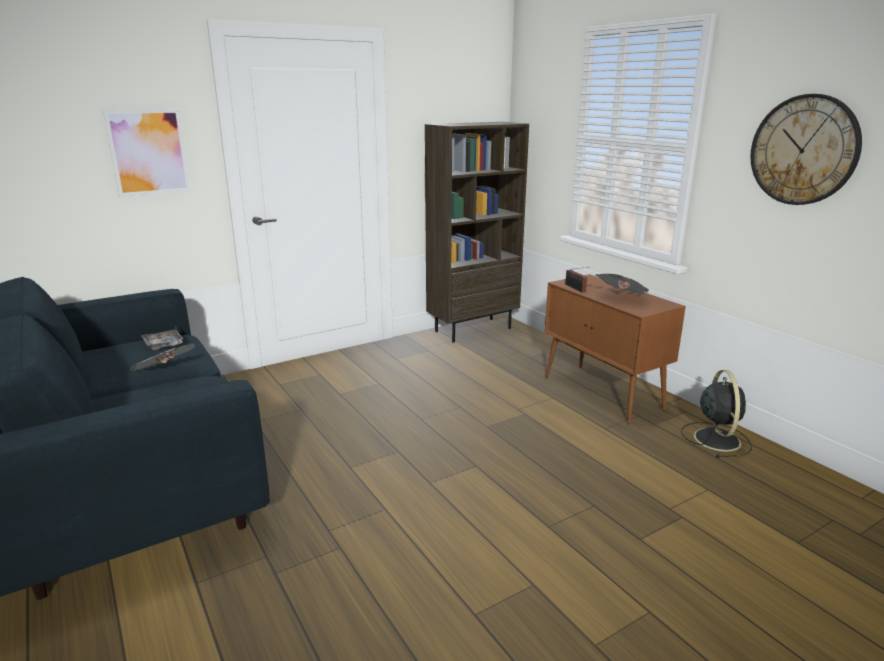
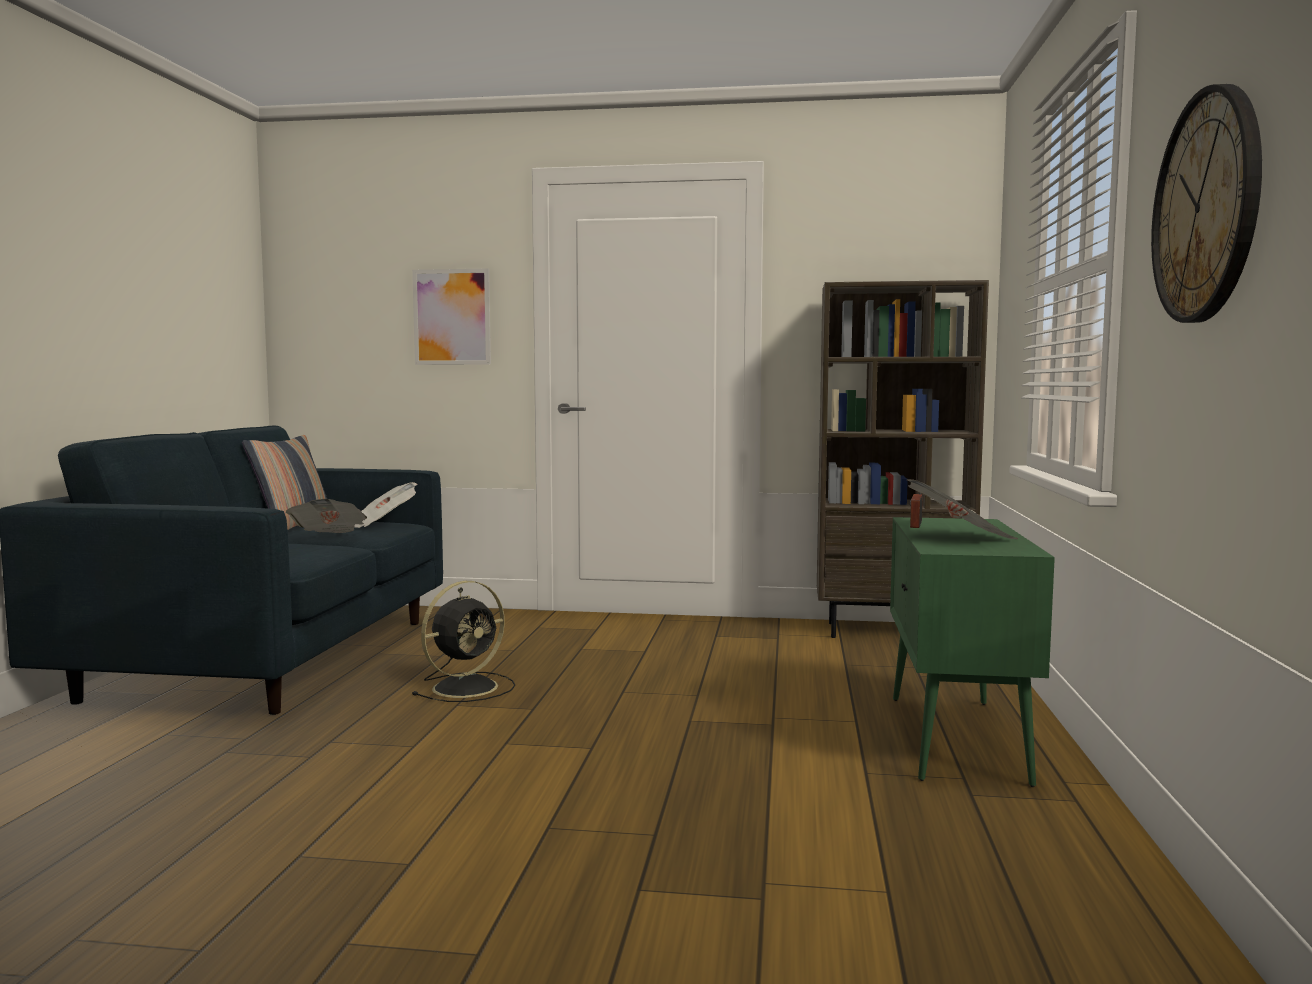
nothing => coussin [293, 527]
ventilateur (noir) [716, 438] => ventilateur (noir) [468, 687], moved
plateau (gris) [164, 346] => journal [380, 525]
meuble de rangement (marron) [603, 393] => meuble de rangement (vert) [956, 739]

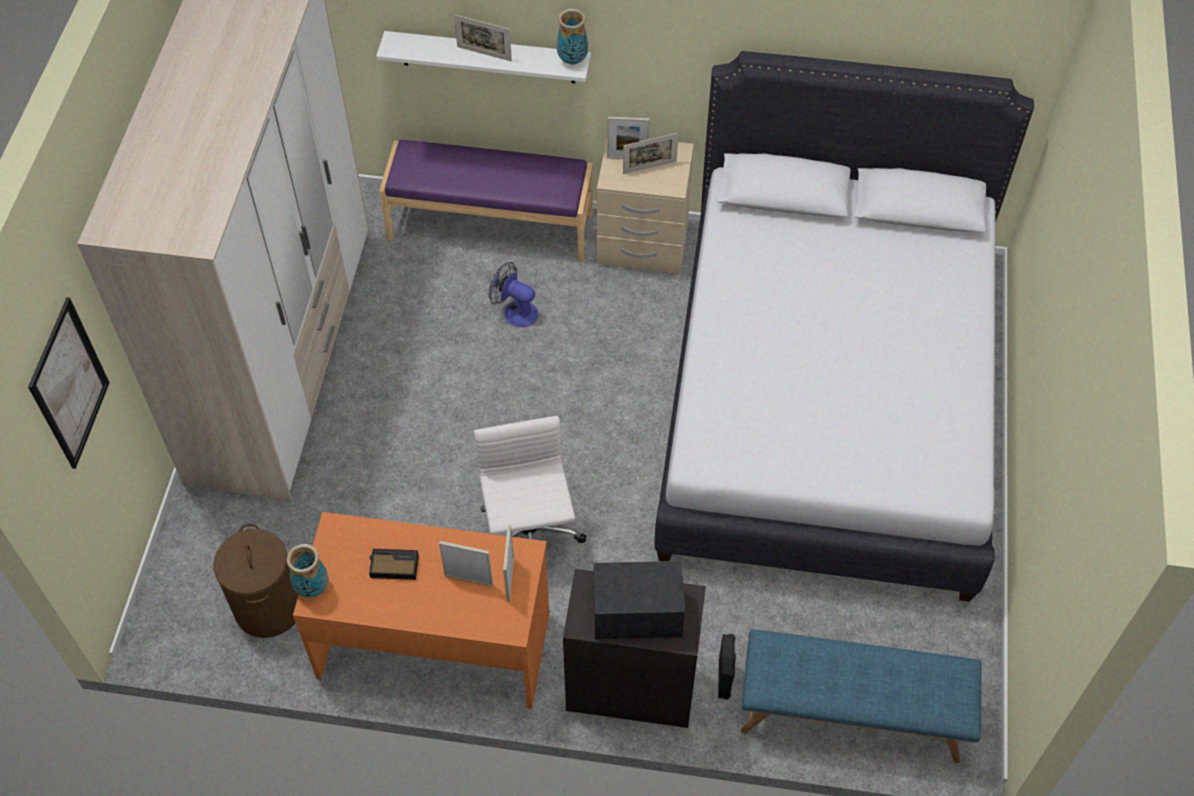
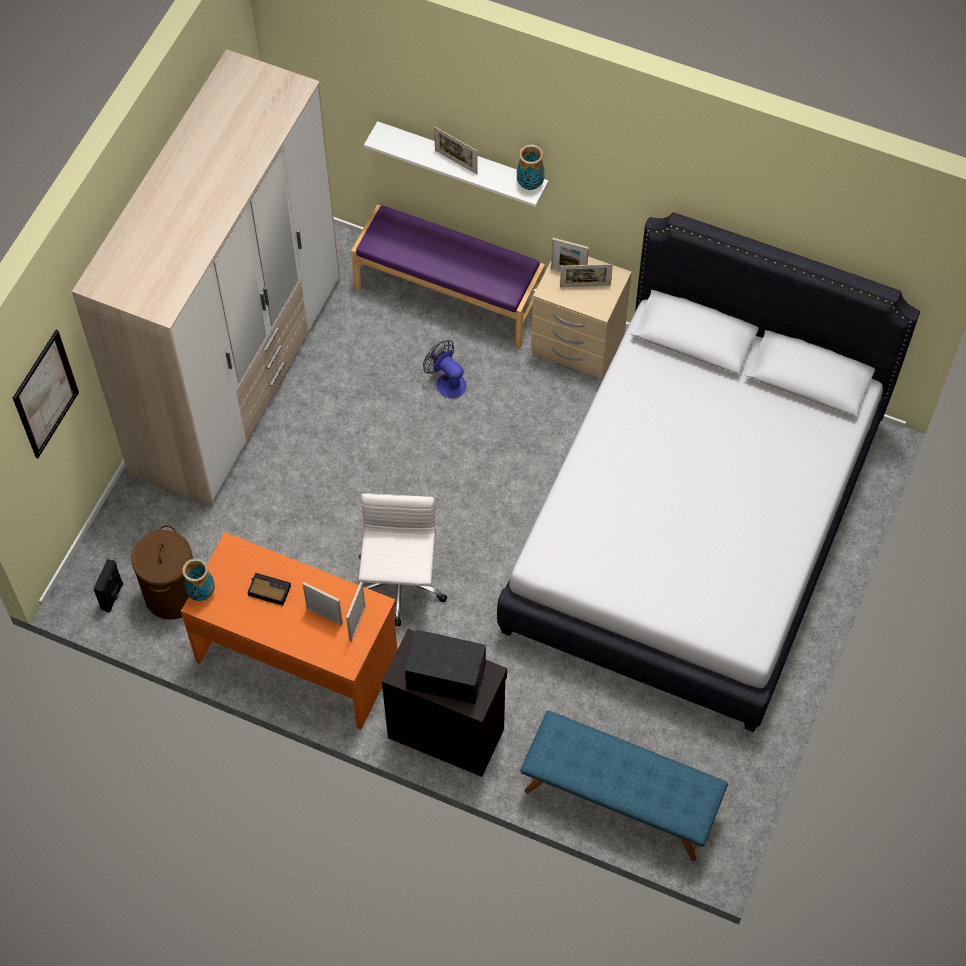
enceinte (noir) [725, 679] => enceinte (noir) [113, 596], moved

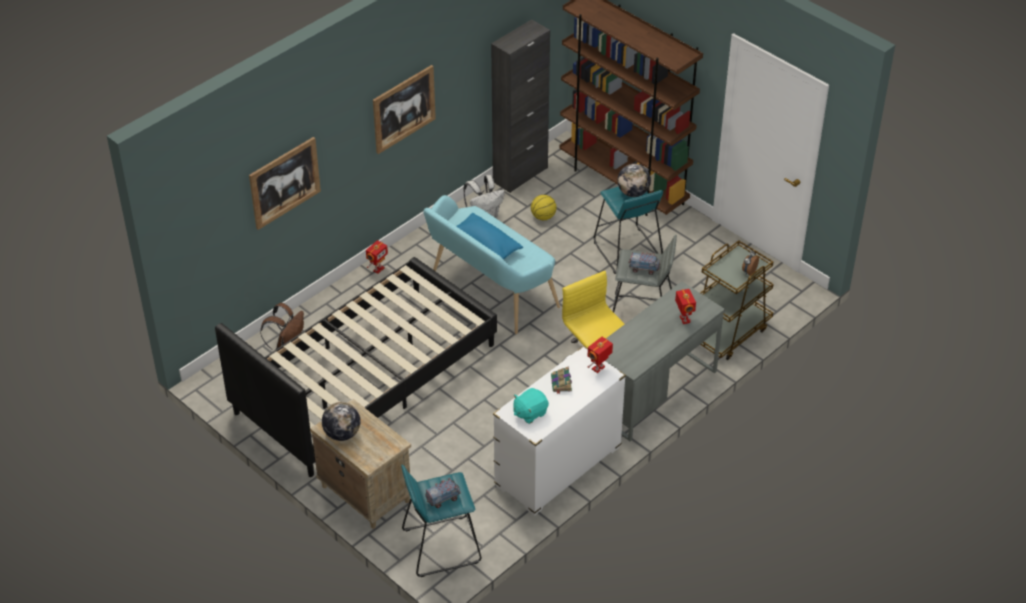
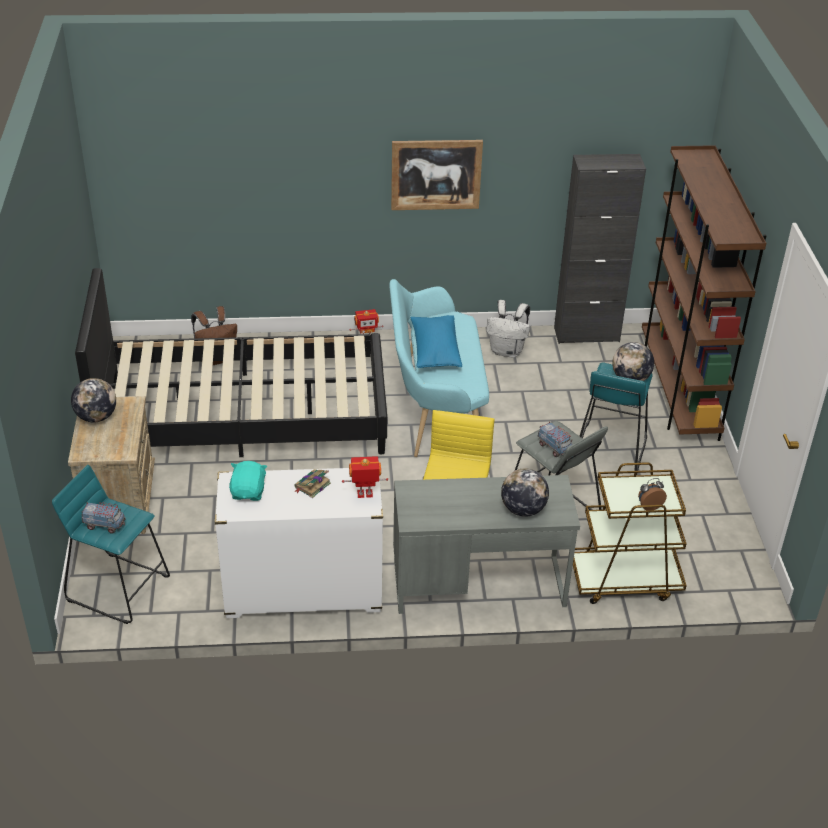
tableau [284, 182] => nothing
ballon de basket [543, 217] => nothing
robot jouet [684, 319] => globe [523, 509]
peluche (turquoise) [530, 413] => peluche (turquoise) [249, 492], 90 degrees clockwise

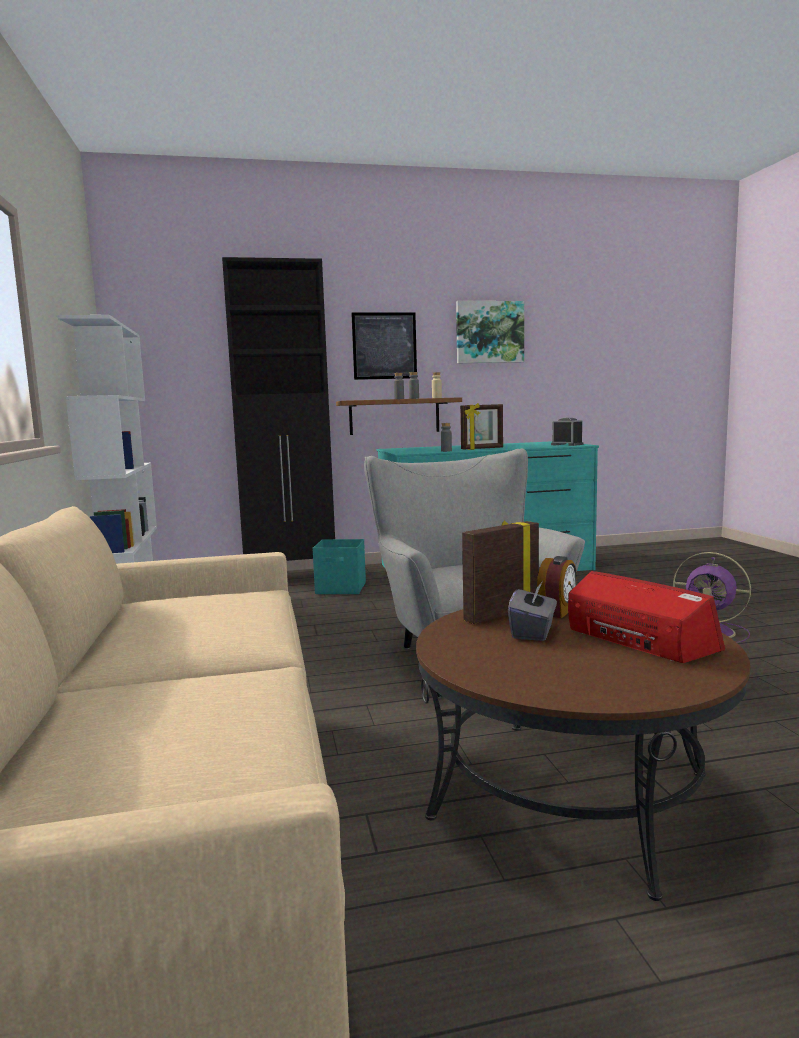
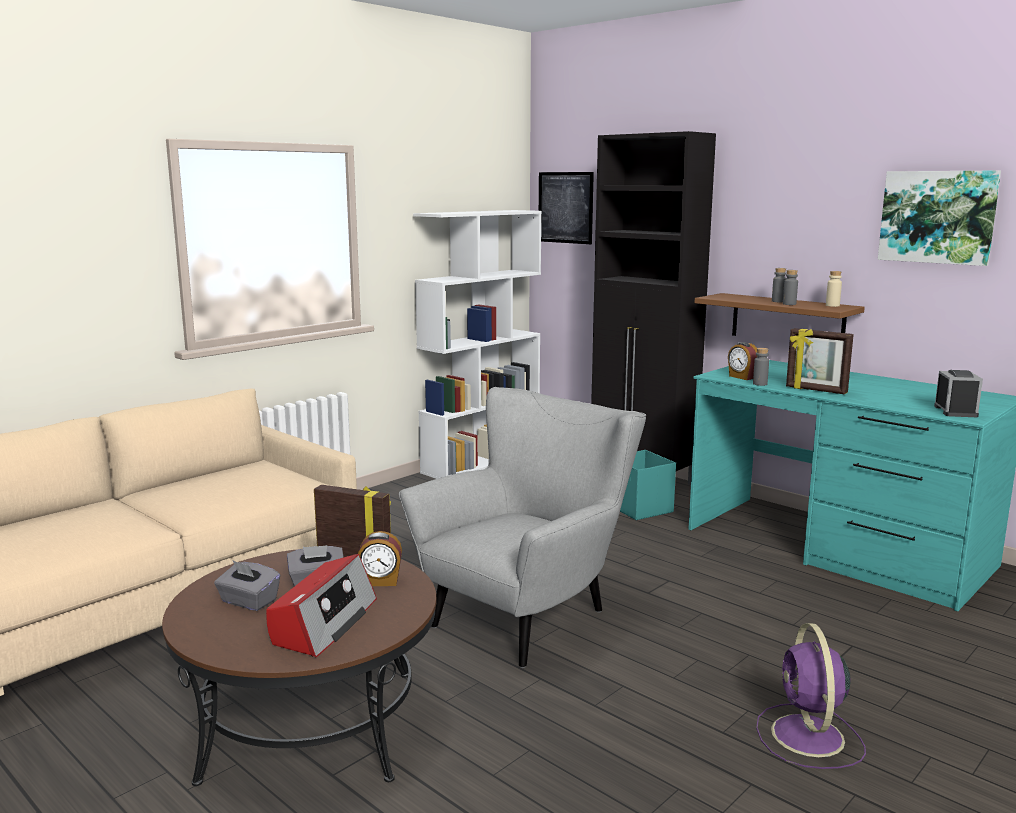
nothing => boîte à mouchoirs (gris) [248, 602]
nothing => réveil [742, 377]
tableau [384, 346] => tableau [565, 207], moved

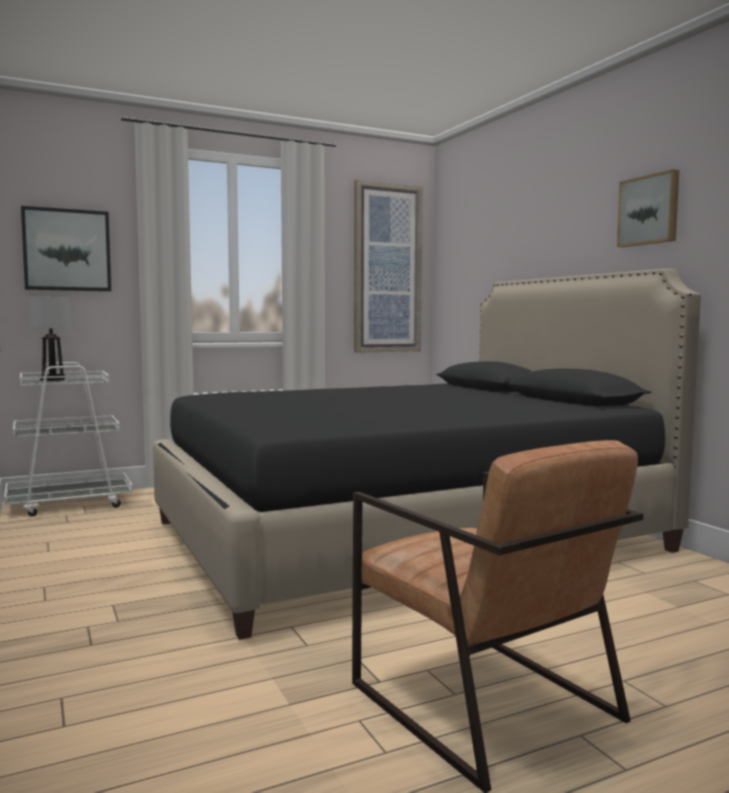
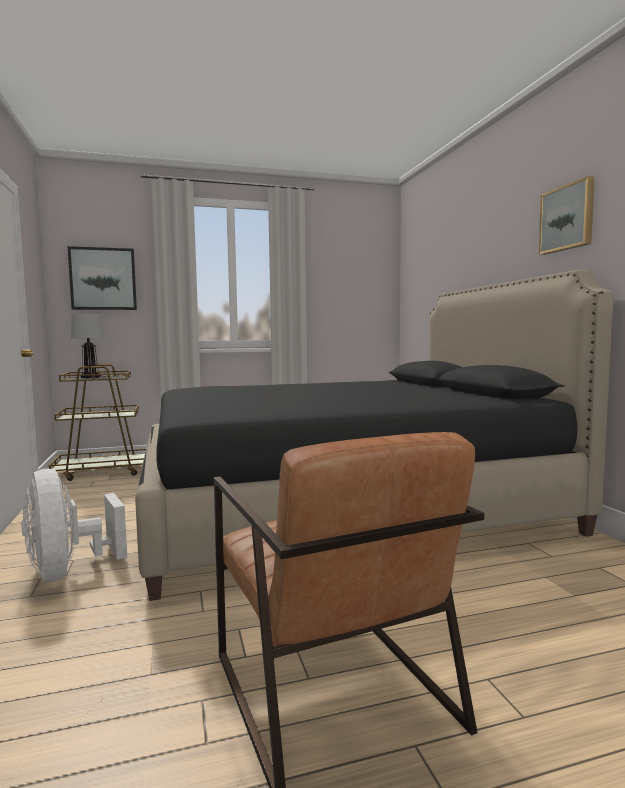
tableau [387, 268] => nothing
nothing => ventilateur (blanc) [68, 571]
chariot (blanc) [70, 504] => chariot (marron) [103, 472]

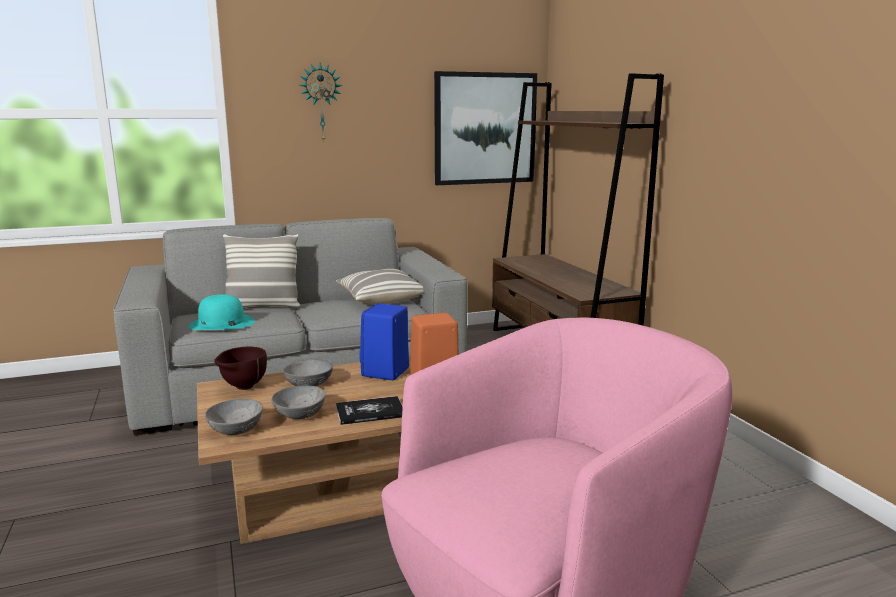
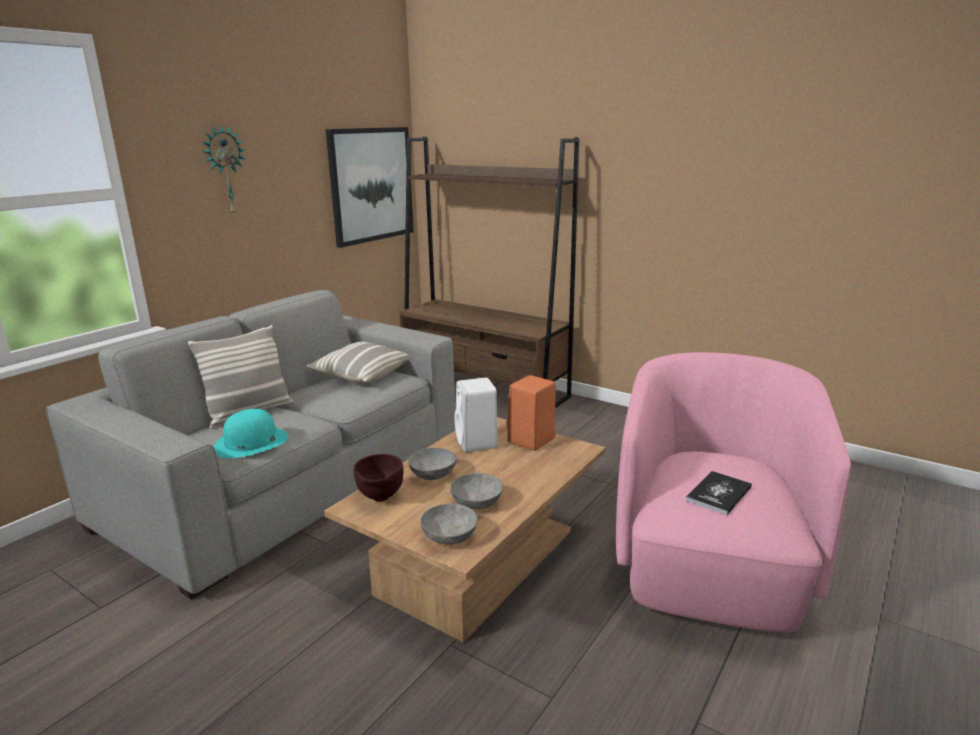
livre [370, 412] => livre [719, 494], moved
enceinte (bleu) [385, 372] => enceinte (blanc) [477, 443]

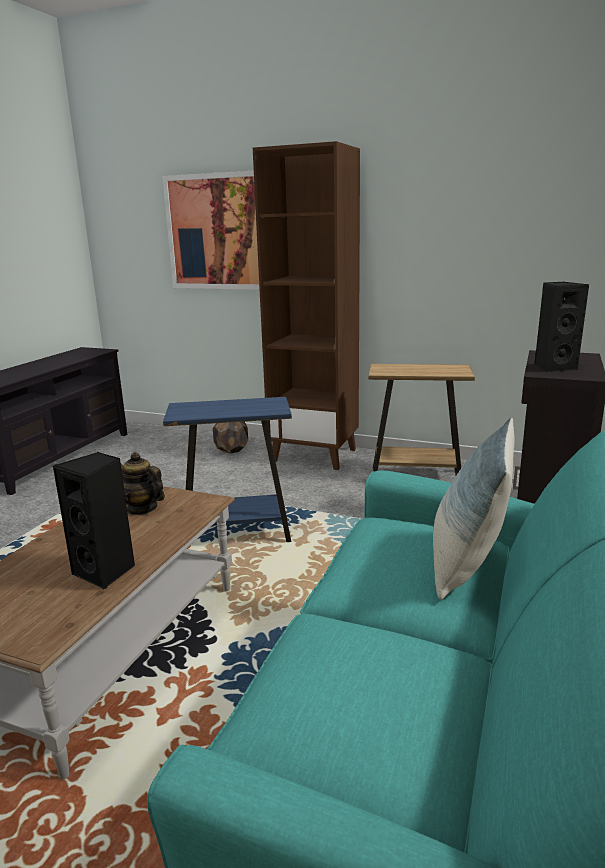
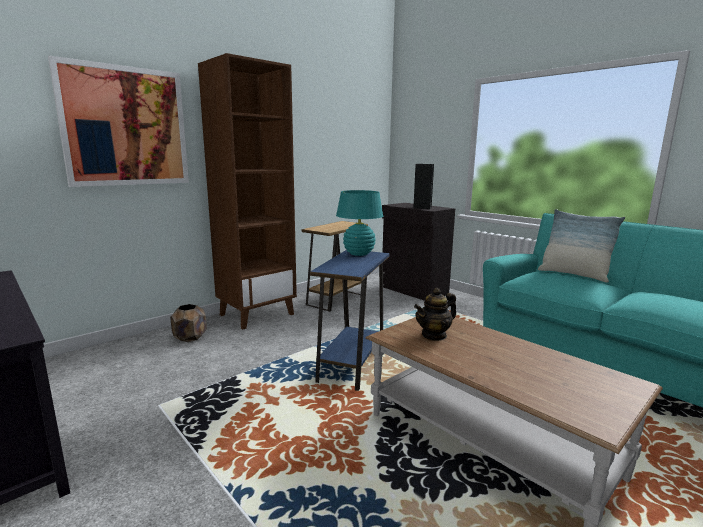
enceinte (noir) [106, 572] => nothing
nothing => lampe de table (turquoise) [359, 253]

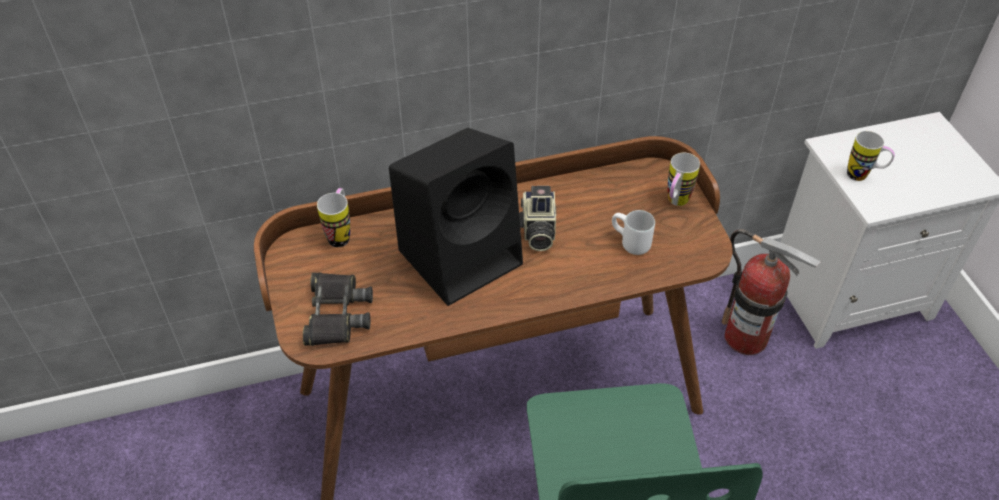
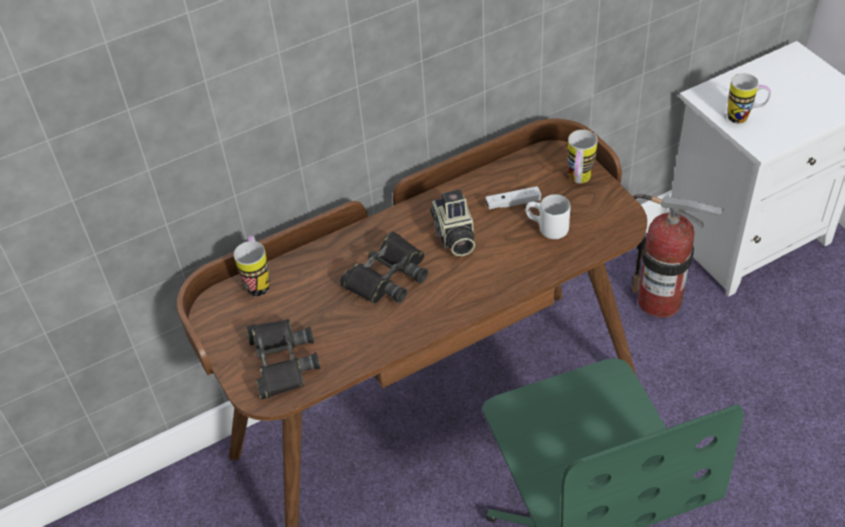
nothing => manette (blanc) [513, 203]
enceinte (noir) [462, 255] => jumelles (noir) [388, 276]

